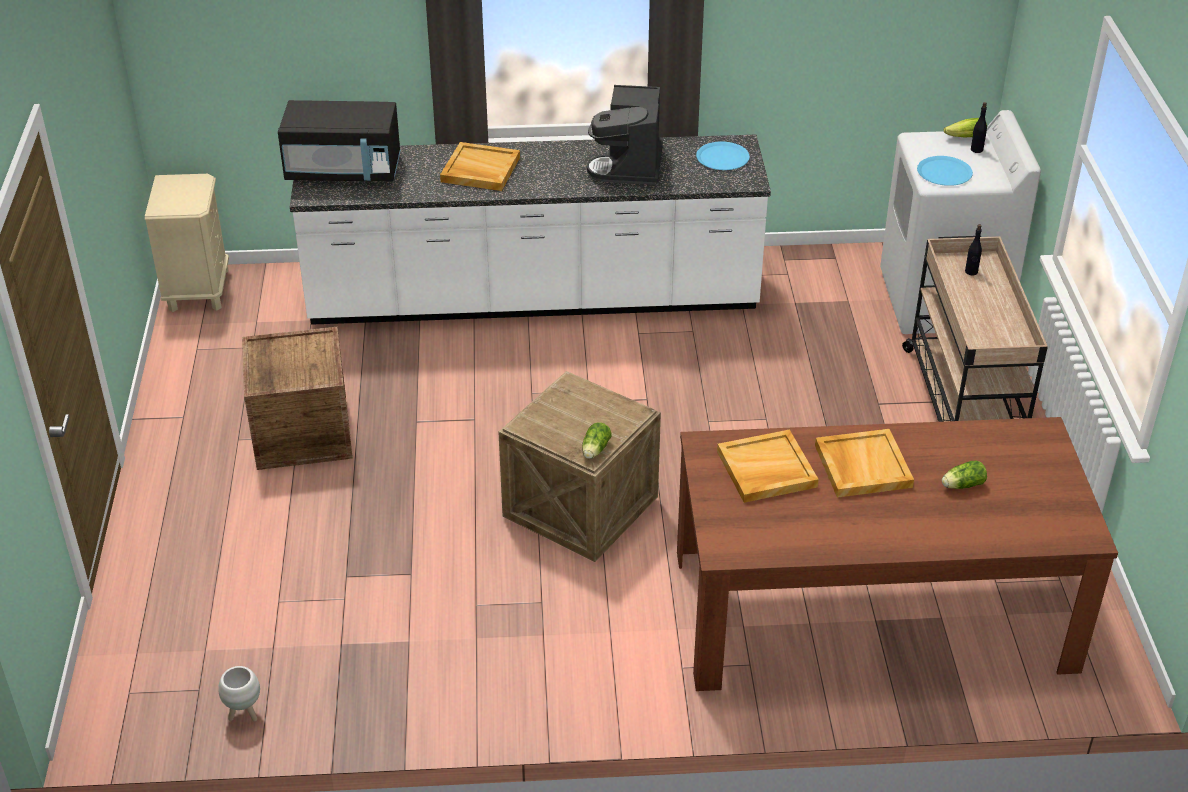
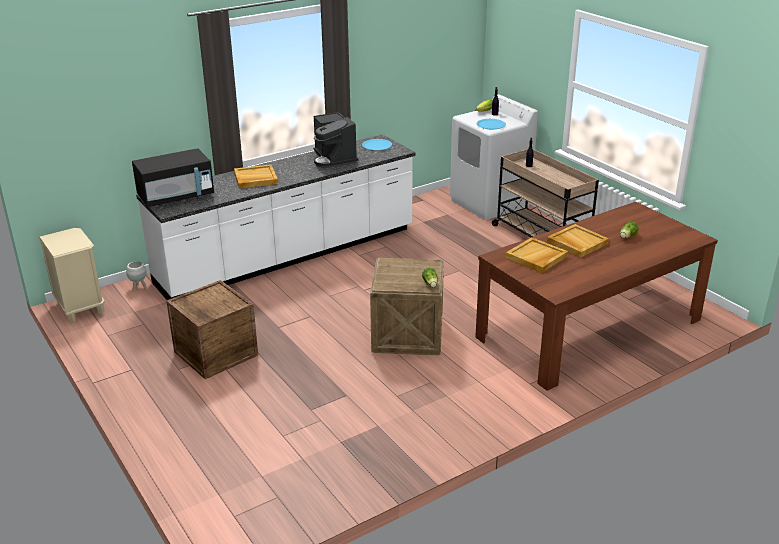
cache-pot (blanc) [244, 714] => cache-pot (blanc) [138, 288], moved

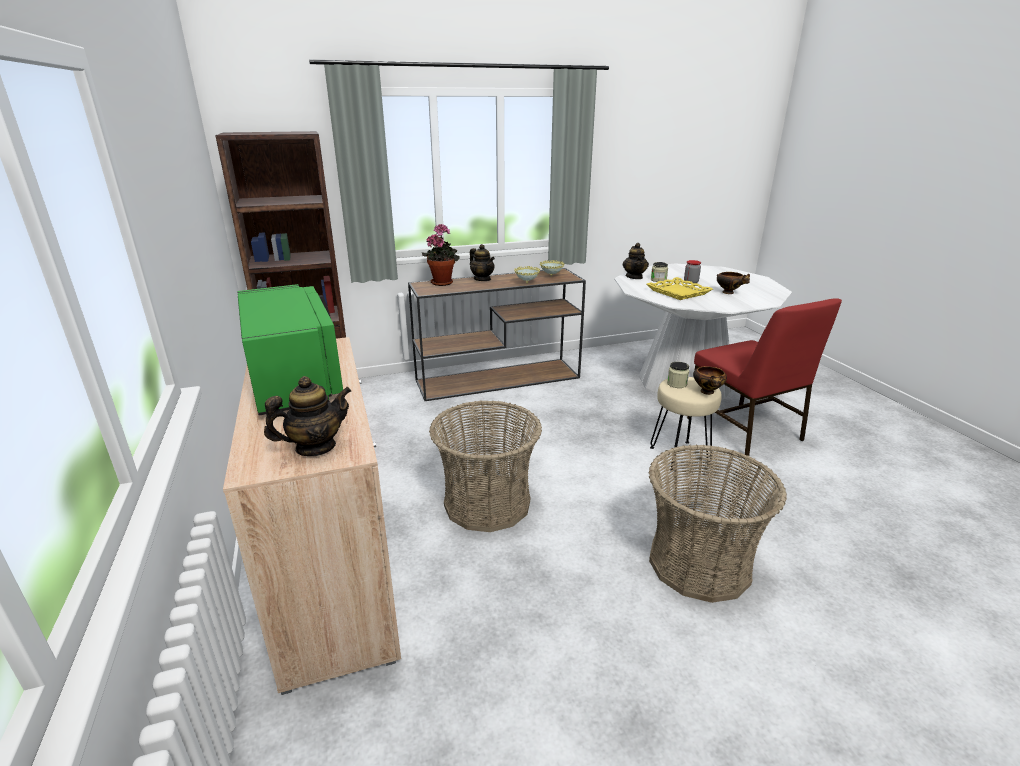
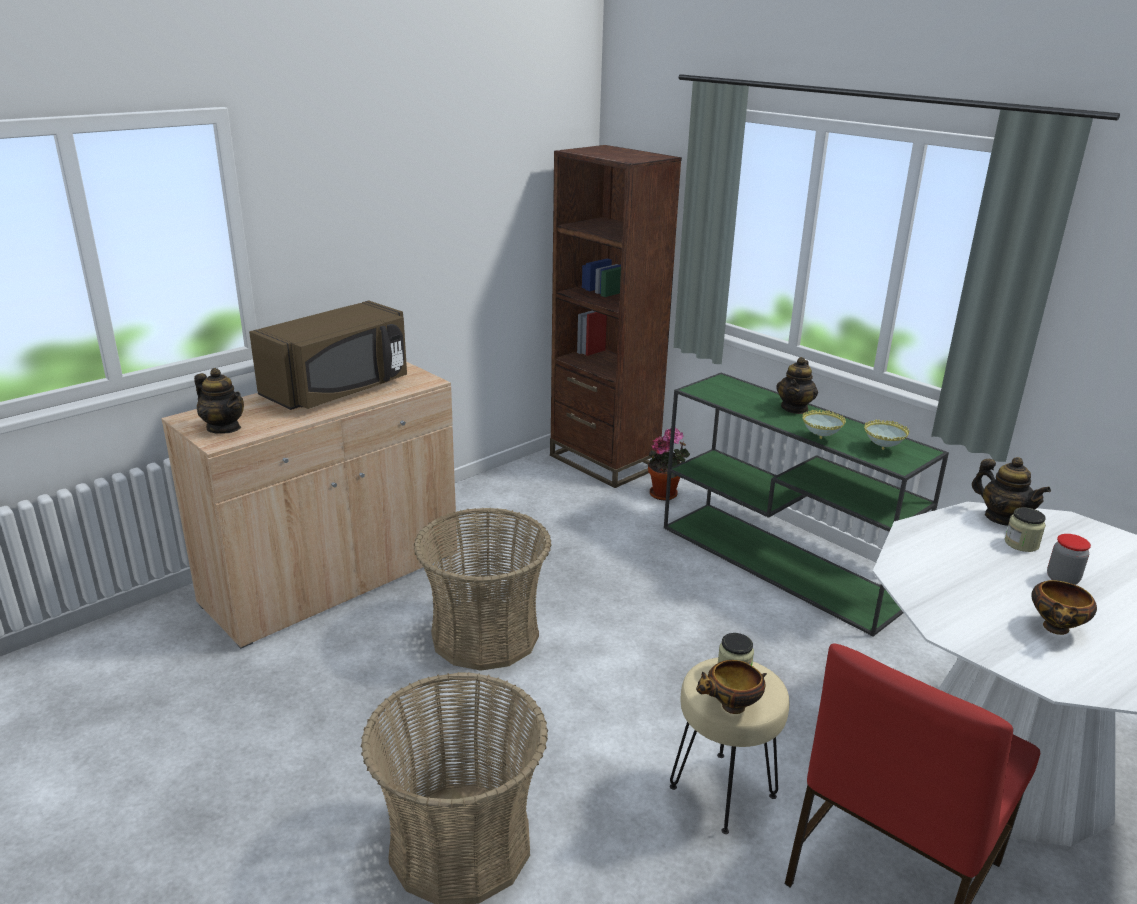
plateau (jaune) [678, 292] => nothing
plante en pot [443, 282] => plante en pot [666, 494], moved
micro-ondes (vert) [295, 379] => micro-ondes (marron) [339, 389]
table console (marron) [499, 379] => table console (vert) [783, 564]
théière [634, 277] => théière [1002, 518], 105 degrees counterclockwise

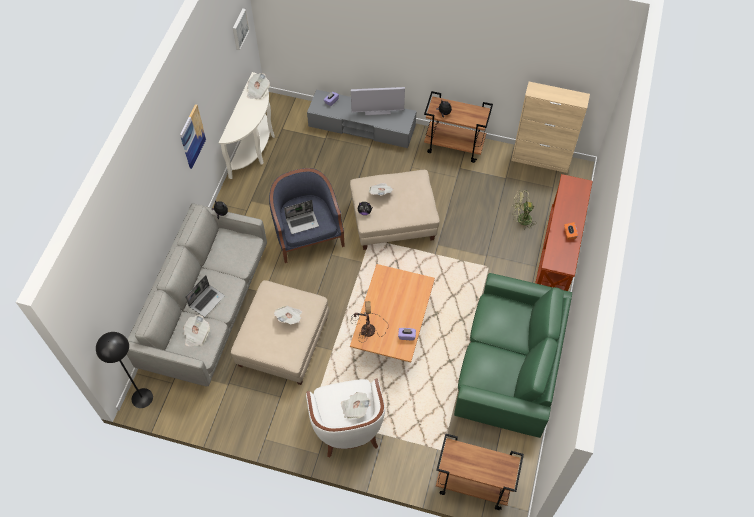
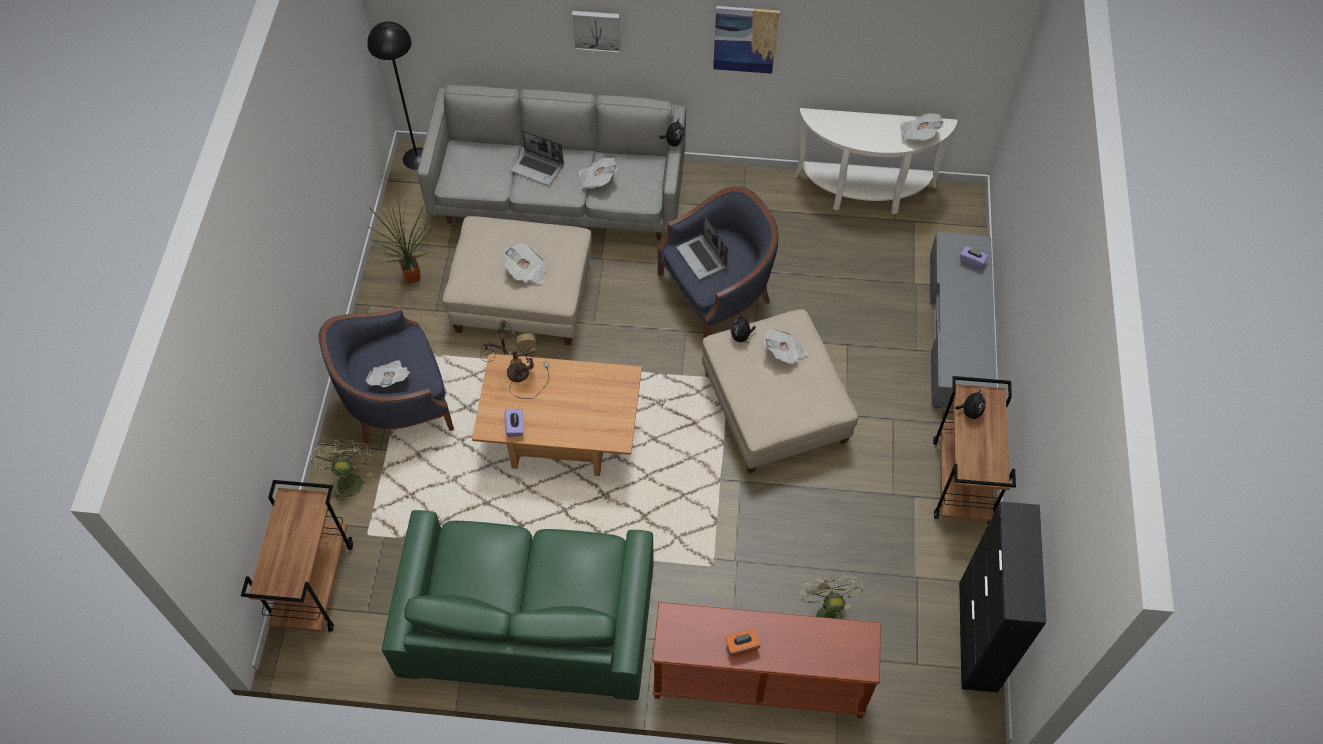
téléviseur [377, 111] => nothing
nothing => ventilateur (vert) [348, 480]
nothing => plante en pot [413, 280]
journal [196, 335] => journal [597, 180], moved
tableau [239, 28] => tableau [597, 30], moved
fauteuil (blanc) [347, 425] => fauteuil (bleu) [397, 401]
meuble de rangement (beige) [541, 160] => meuble de rangement (noir) [977, 637]

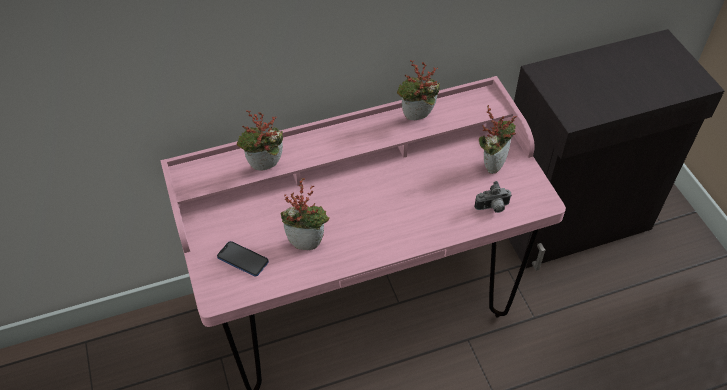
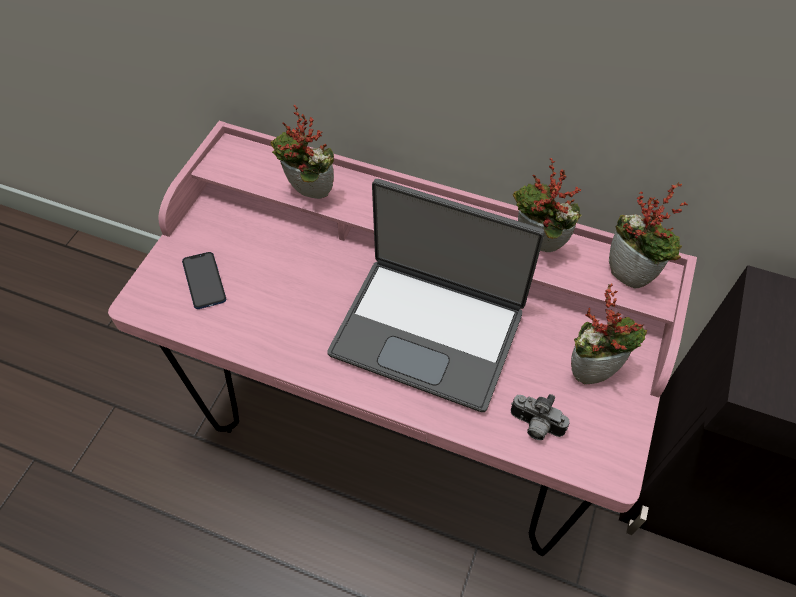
nothing => ordinateur portable [429, 330]
plante en pot [307, 241] => plante en pot [631, 275], moved

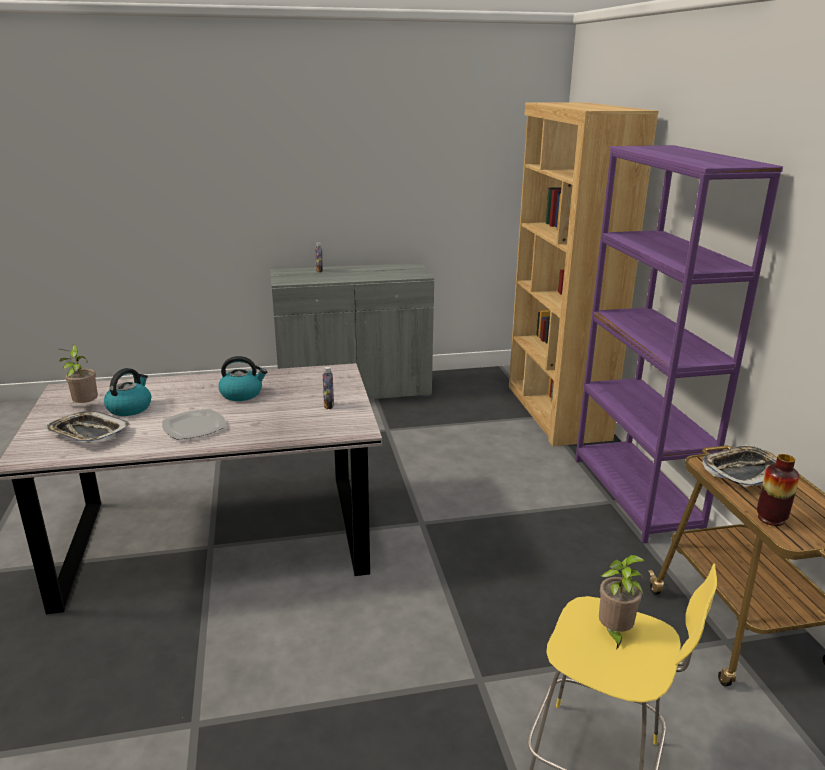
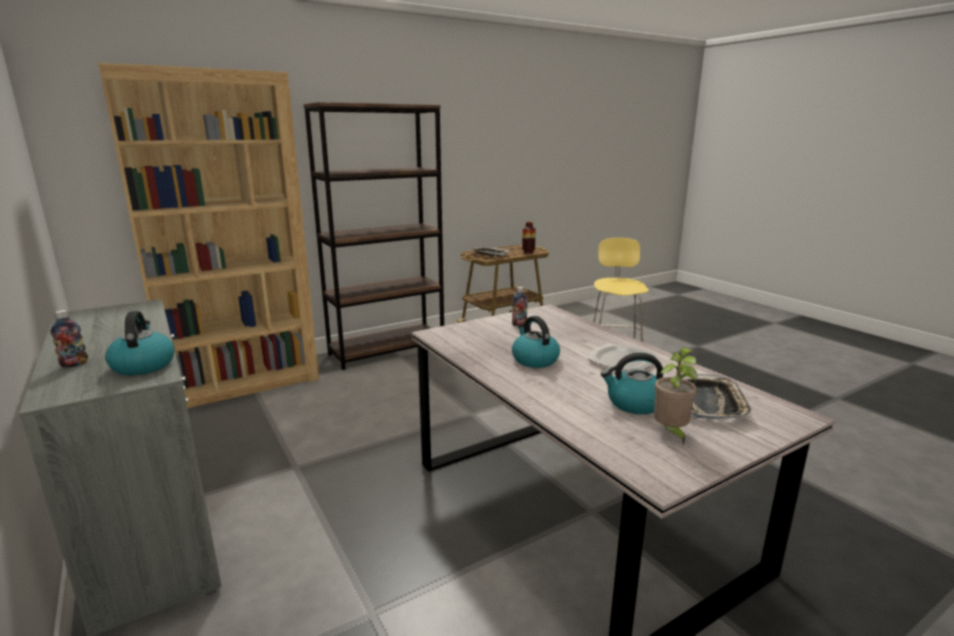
plante en pot [614, 633] => nothing
nothing => bouilloire [143, 365]
bibliothèque (violet) [635, 495] => bibliothèque (marron) [387, 350]

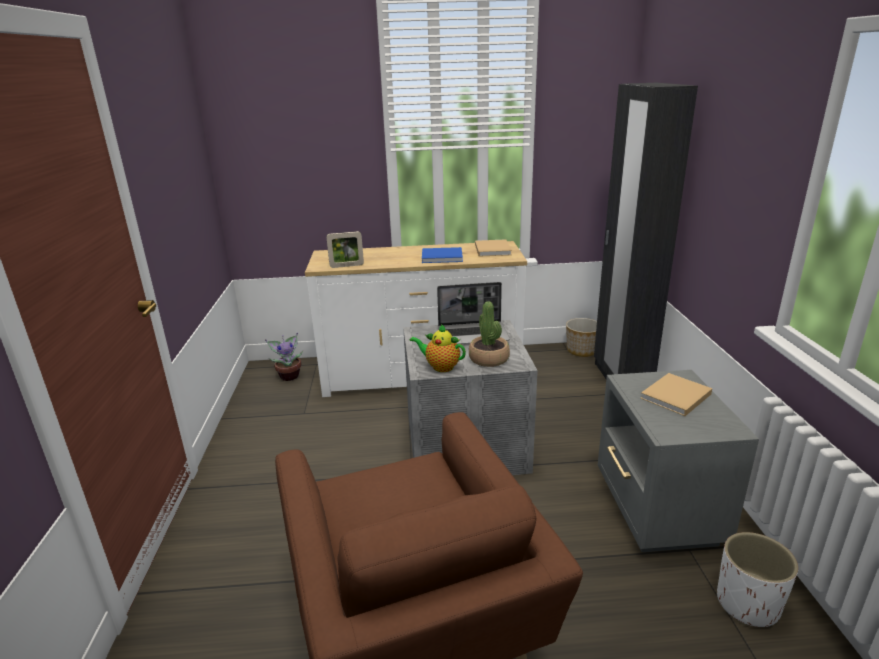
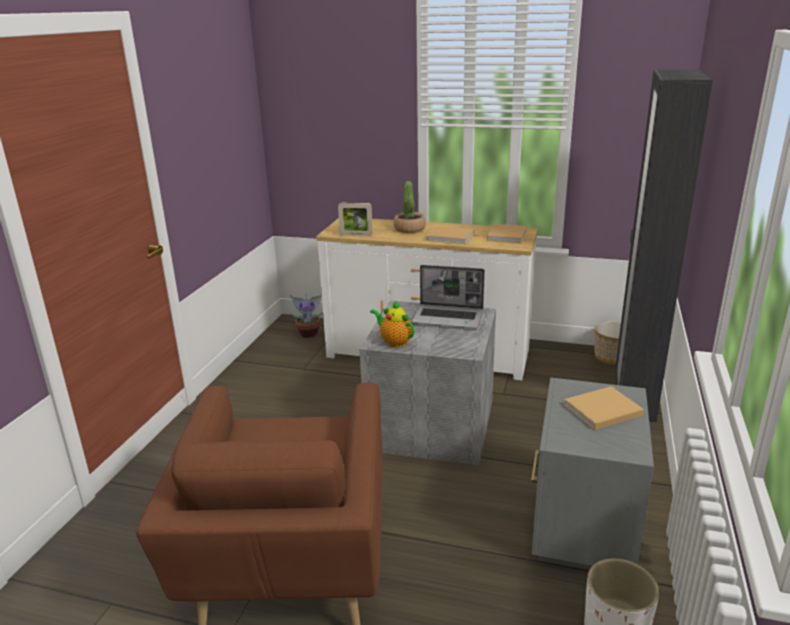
plante en pot [489, 359] => plante en pot [409, 229], moved
livre (bleu) [443, 257] => livre (beige) [451, 237]

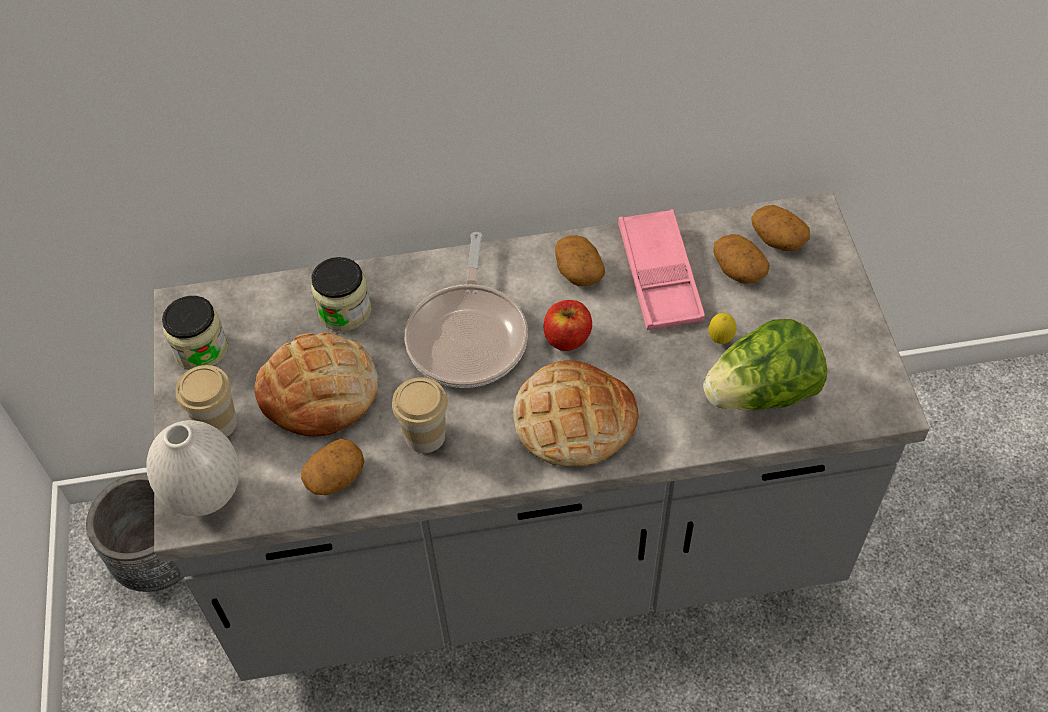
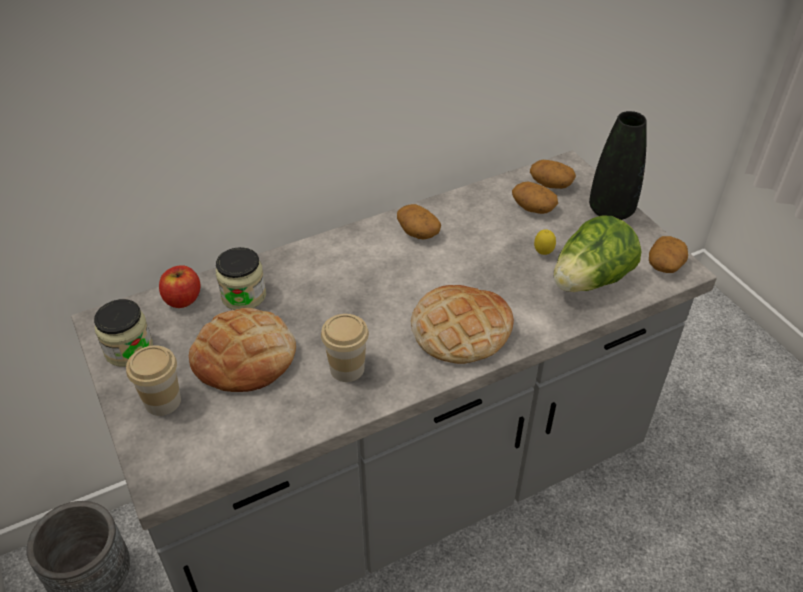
vase (blanc) [206, 494] => nothing
poêle [468, 336] => nothing
plateau (rose) [659, 276] => nothing
nothing => vase (noir) [611, 211]
pomme de terre [335, 477] => pomme de terre [665, 265], moved
pomme [567, 338] => pomme [182, 299], moved

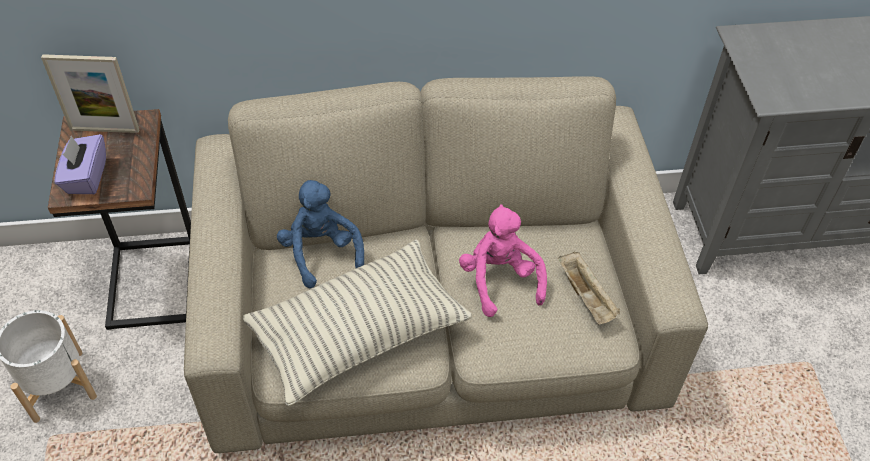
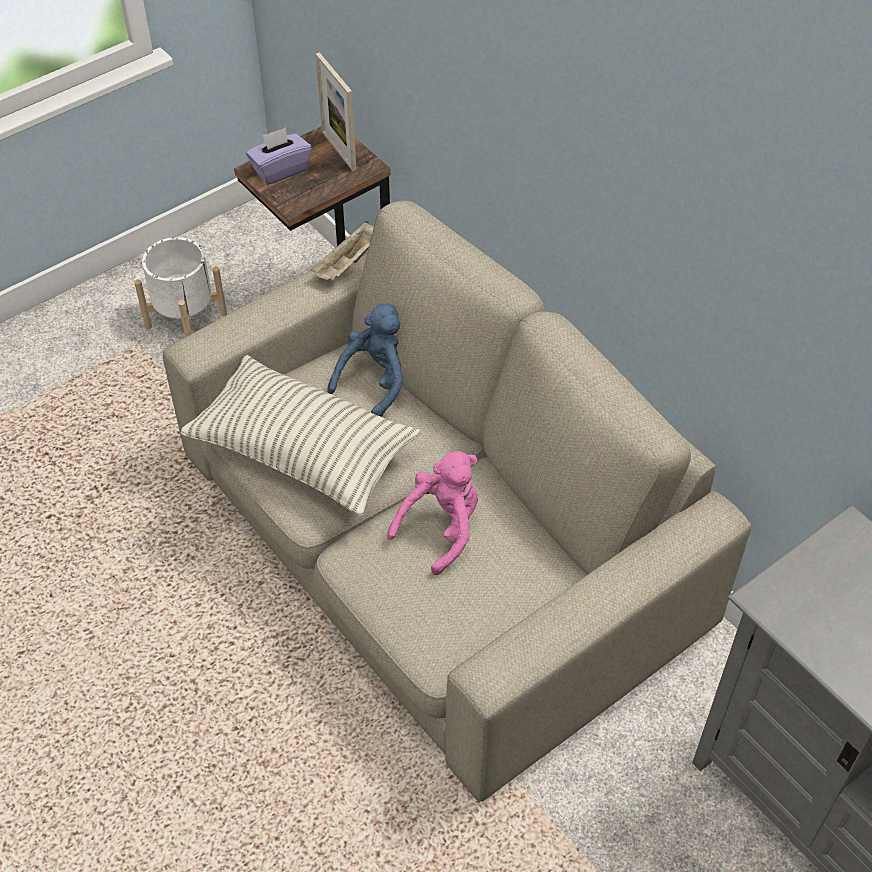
plateau (beige) [586, 296] => plateau (beige) [348, 264], moved

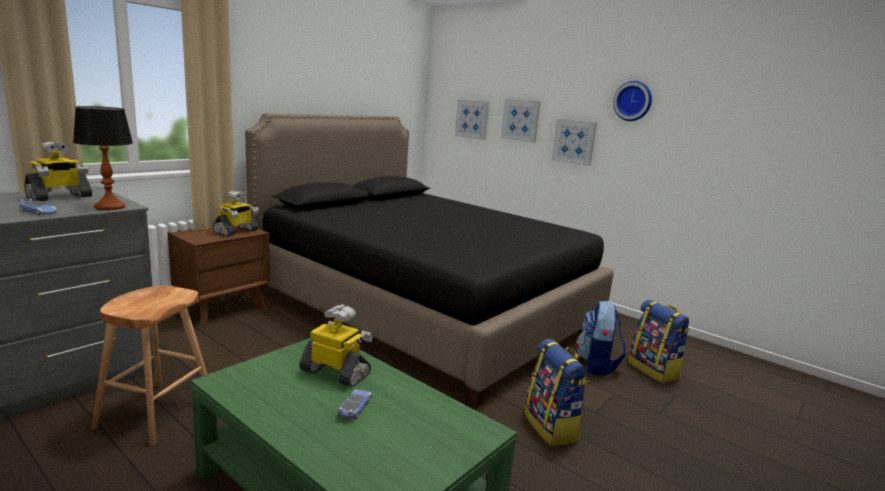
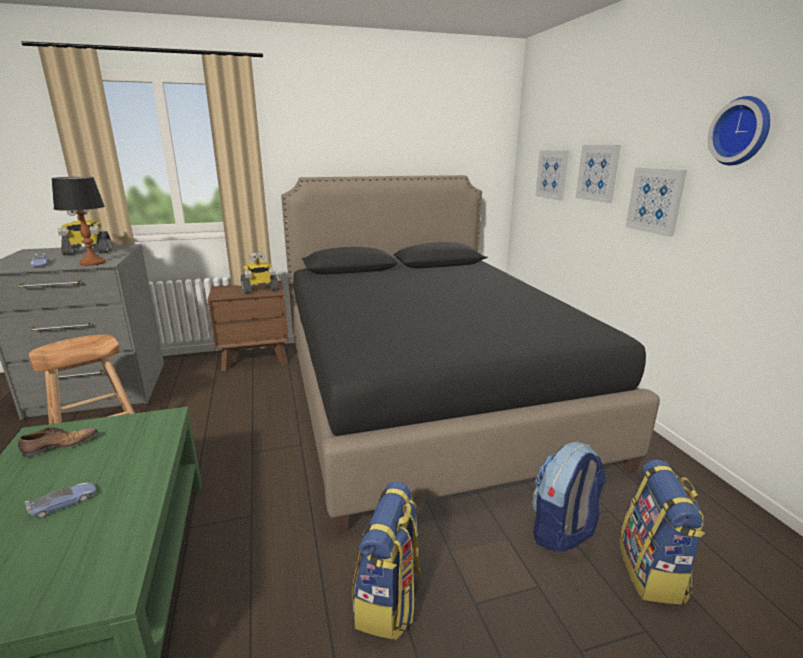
robot jouet [336, 372] => nothing
nothing => chaussure [59, 446]

